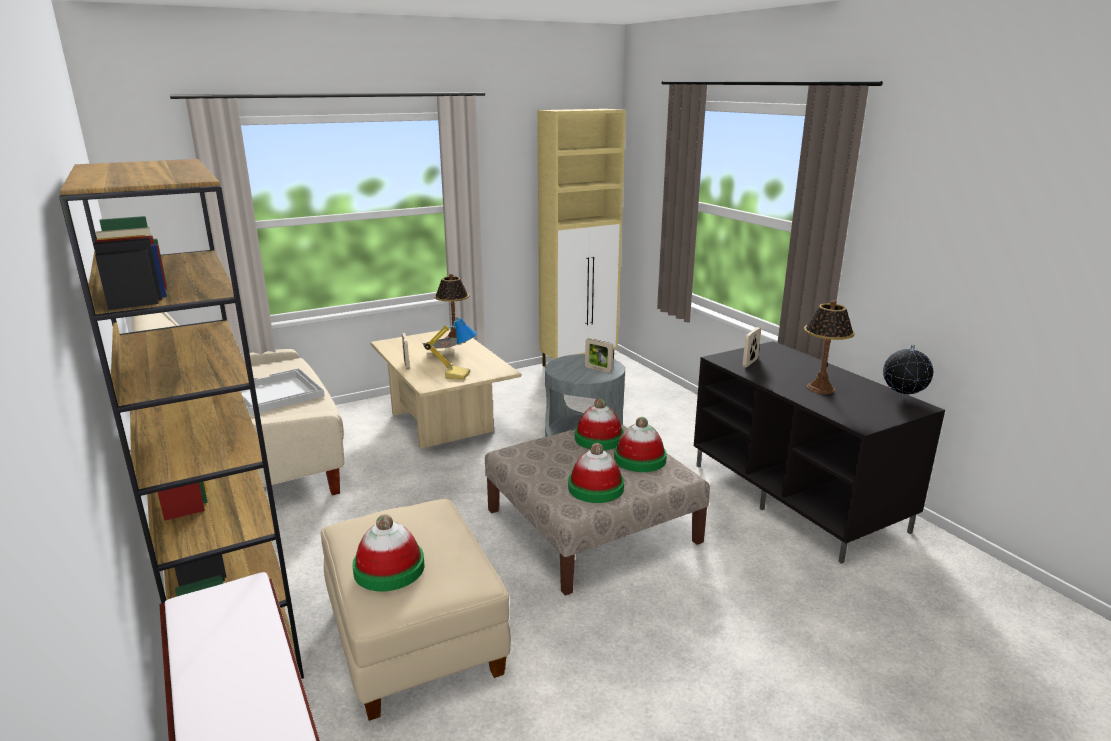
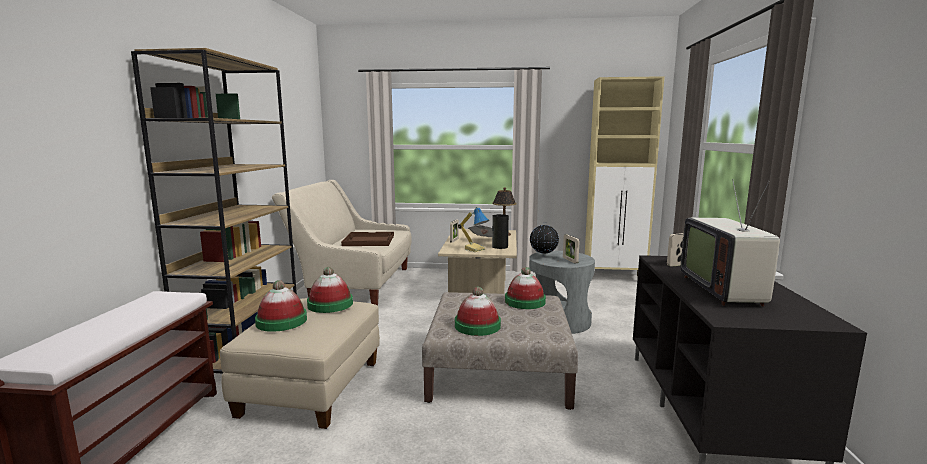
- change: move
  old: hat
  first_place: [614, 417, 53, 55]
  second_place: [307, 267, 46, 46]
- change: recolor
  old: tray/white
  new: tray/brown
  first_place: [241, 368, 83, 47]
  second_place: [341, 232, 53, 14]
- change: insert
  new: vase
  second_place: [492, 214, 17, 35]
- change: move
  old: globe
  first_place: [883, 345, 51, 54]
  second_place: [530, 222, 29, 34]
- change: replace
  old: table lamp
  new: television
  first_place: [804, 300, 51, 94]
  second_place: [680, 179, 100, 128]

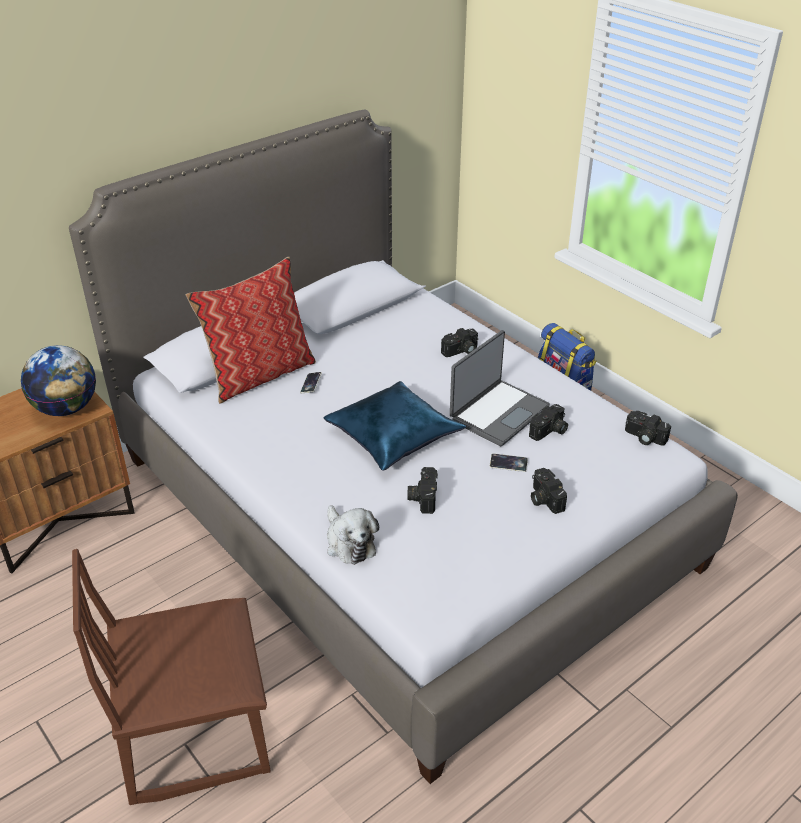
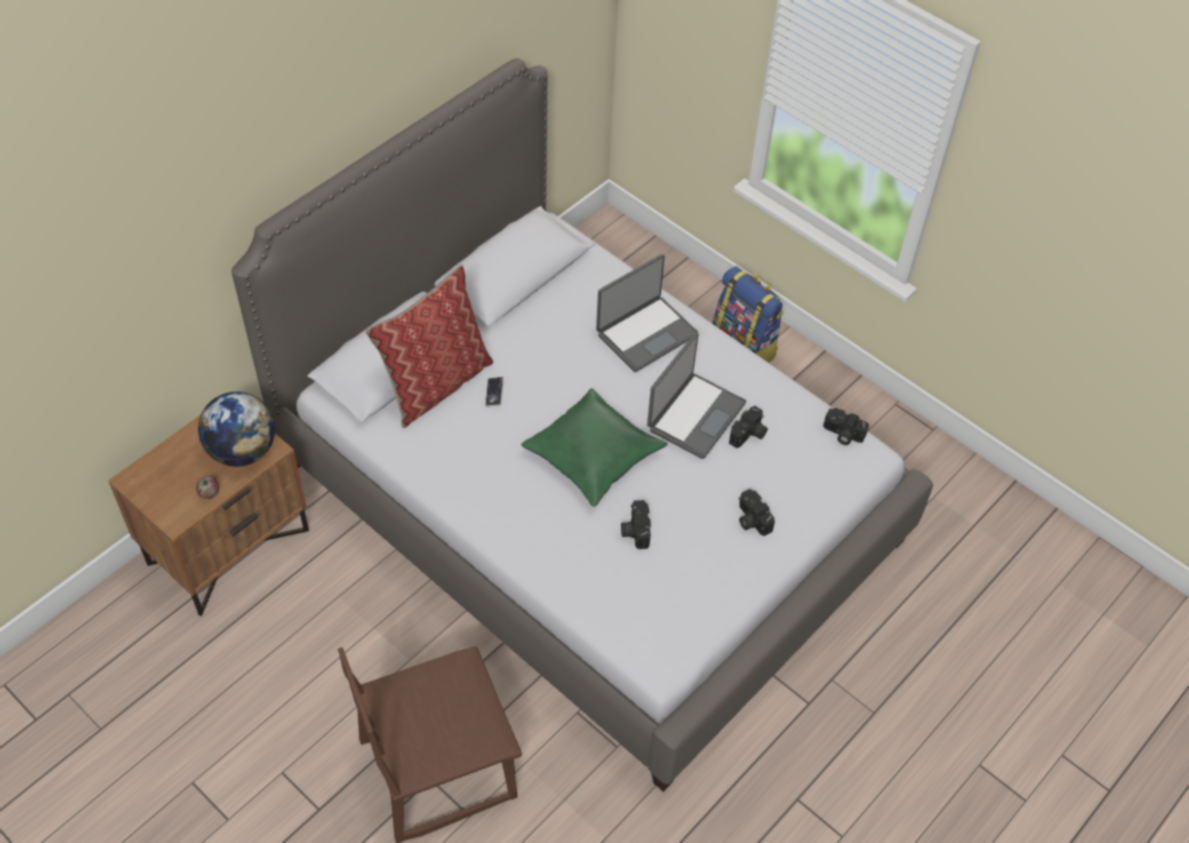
- change: insert
  new: apple
  second_place: [196, 476, 23, 23]
- change: recolor
  old: pillow/blue
  new: pillow/green
  first_place: [324, 381, 142, 90]
  second_place: [521, 388, 146, 119]
- change: replace
  old: photo camera
  new: laptop
  first_place: [441, 328, 37, 29]
  second_place: [596, 254, 102, 118]
- change: delete
  old: plush toy
  first_place: [327, 505, 52, 60]
- change: delete
  old: phone
  first_place: [490, 453, 38, 19]

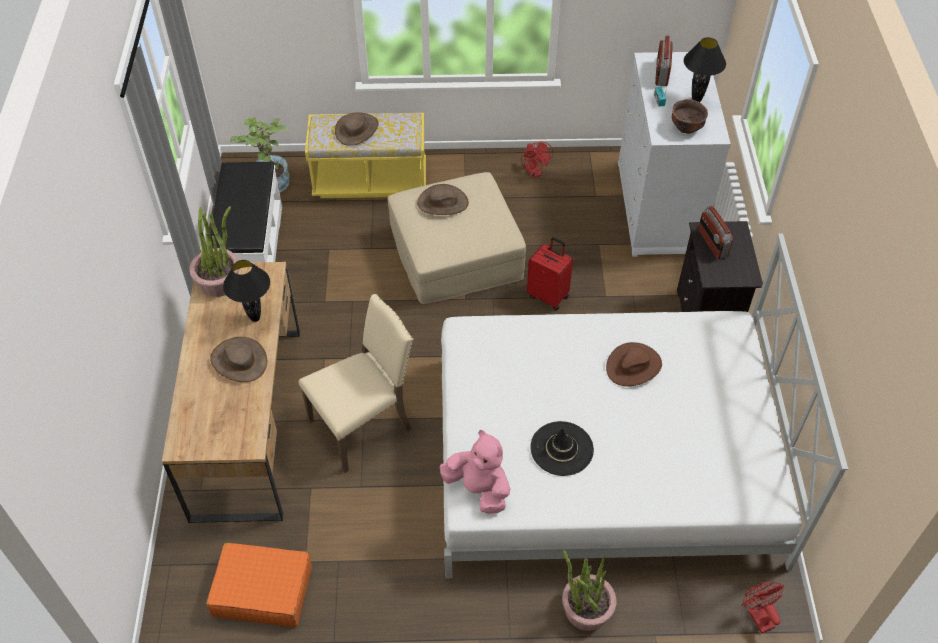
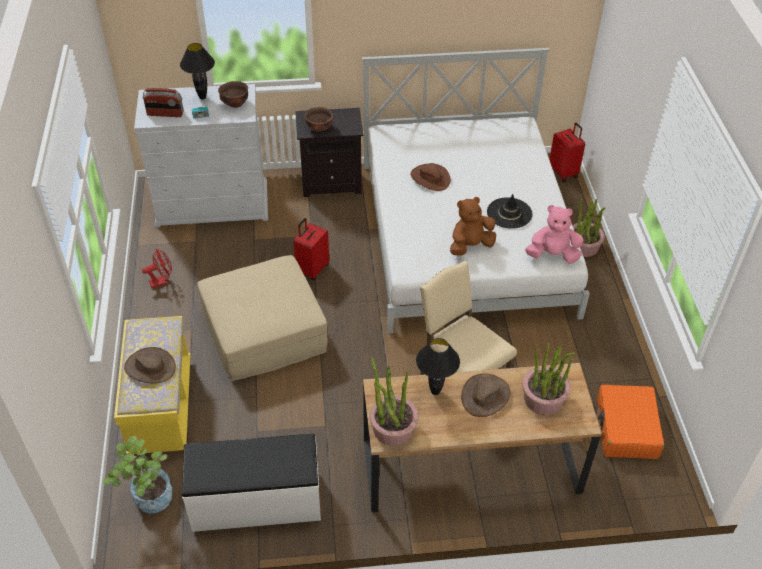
- change: replace
  old: radio
  new: bowl/brown
  first_place: [698, 206, 35, 53]
  second_place: [304, 107, 29, 25]
- change: insert
  new: plush toy/brown
  second_place: [450, 197, 46, 59]
- change: insert
  new: potted plant
  second_place: [522, 343, 53, 72]
- change: rotate
  old: plush toy/pink
  first_place: [440, 430, 70, 84]
  second_place: [525, 205, 59, 59]
  degrees: 60
- change: replace
  old: fan/red
  new: suitcase/red
  first_place: [742, 581, 42, 53]
  second_place: [549, 123, 36, 59]
- change: delete
  old: hat/brown
  first_place: [417, 184, 52, 31]

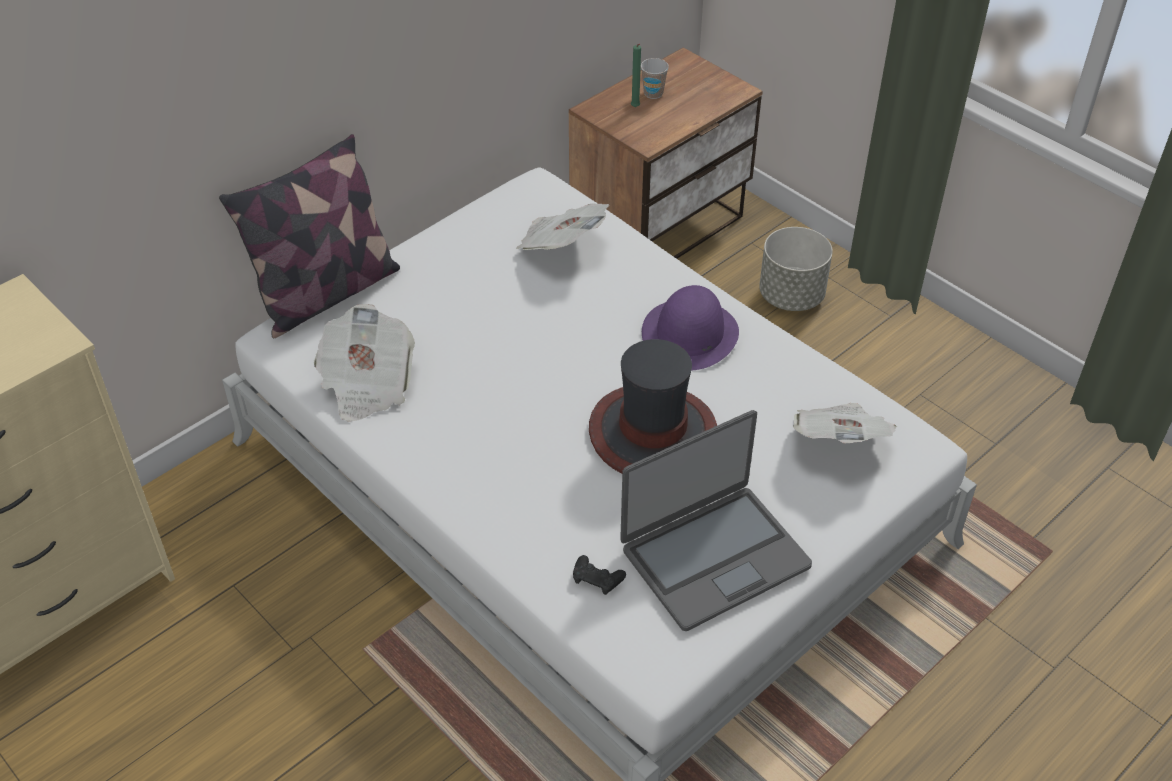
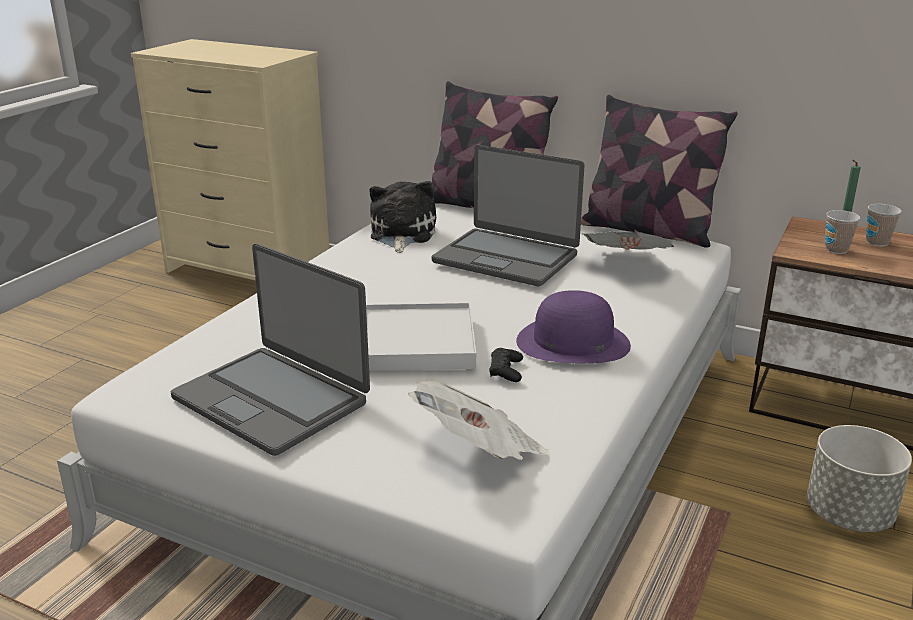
- change: replace
  old: hat
  new: tray/white
  first_place: [589, 339, 128, 134]
  second_place: [366, 303, 110, 68]
- change: replace
  old: newspaper
  new: plush toy
  first_place: [314, 304, 101, 118]
  second_place: [370, 181, 66, 72]
- change: insert
  new: laptop
  second_place: [432, 145, 153, 141]
- change: move
  old: game controller/black
  first_place: [573, 555, 53, 40]
  second_place: [489, 348, 34, 34]
- change: insert
  new: pillow
  second_place: [581, 95, 157, 153]
- change: insert
  new: cup
  second_place: [825, 210, 35, 44]

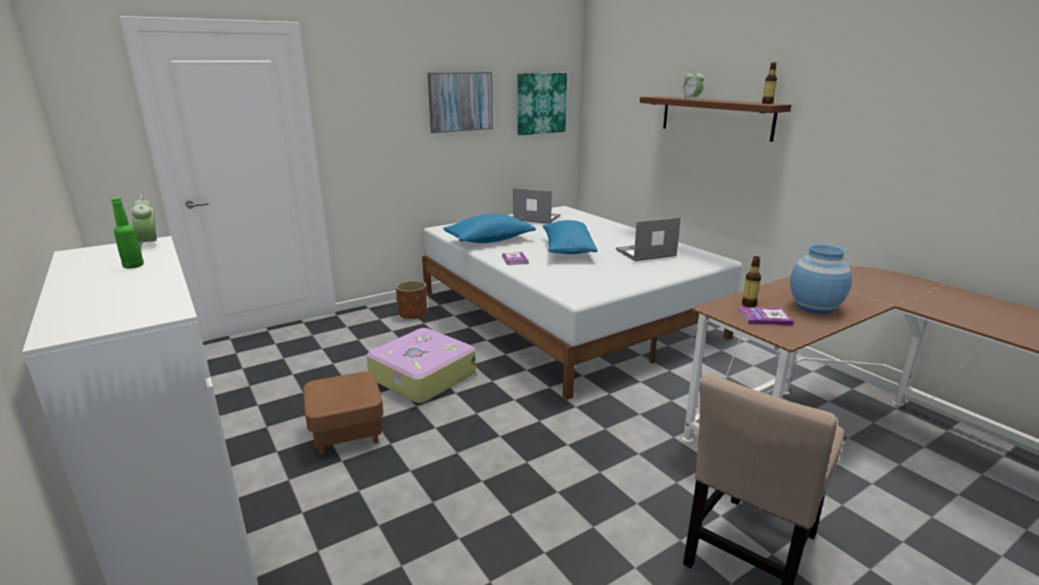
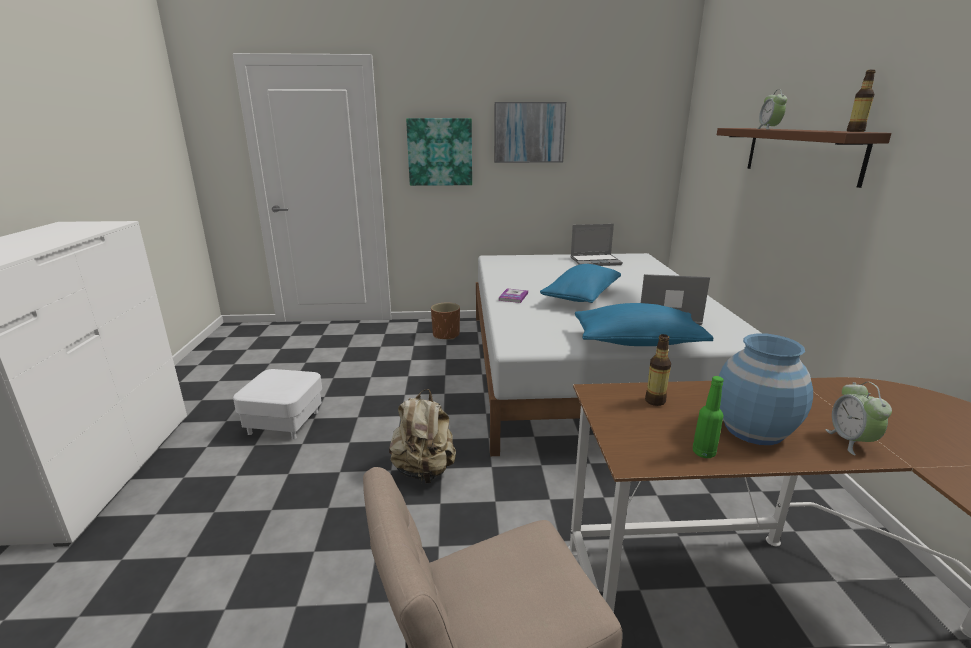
- change: recolor
  old: ottoman/brown
  new: ottoman/white
  first_place: [303, 372, 81, 83]
  second_place: [233, 369, 89, 70]
- change: insert
  new: backpack/beige
  second_place: [389, 389, 67, 95]
- change: move
  old: picture
  first_place: [517, 73, 50, 62]
  second_place: [406, 118, 66, 68]
- change: rotate
  old: laptop
  first_place: [513, 188, 47, 36]
  second_place: [571, 224, 52, 42]
  degrees: 120
- change: move
  old: pillow/blue
  first_place: [443, 214, 93, 29]
  second_place: [575, 303, 138, 43]
- change: move
  old: bottle/green
  first_place: [111, 197, 33, 72]
  second_place: [693, 376, 31, 82]
- change: move
  old: alarm clock
  first_place: [132, 195, 25, 54]
  second_place: [825, 382, 67, 73]
- change: delete
  old: suitcase
  first_place: [367, 328, 109, 75]
- change: delete
  old: book
  first_place: [739, 307, 55, 18]

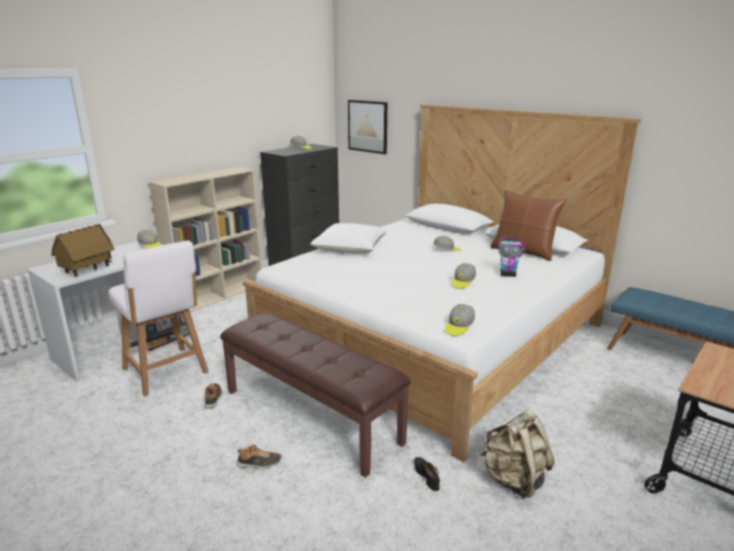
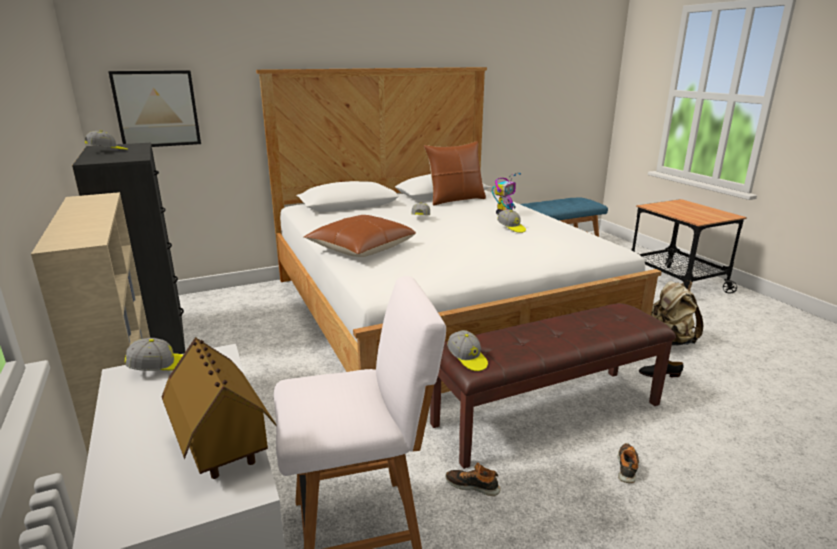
- change: recolor
  old: pillow/white
  new: pillow/brown
  first_place: [310, 223, 77, 30]
  second_place: [304, 215, 112, 42]
- change: move
  old: cap
  first_place: [445, 304, 30, 32]
  second_place: [447, 330, 41, 41]

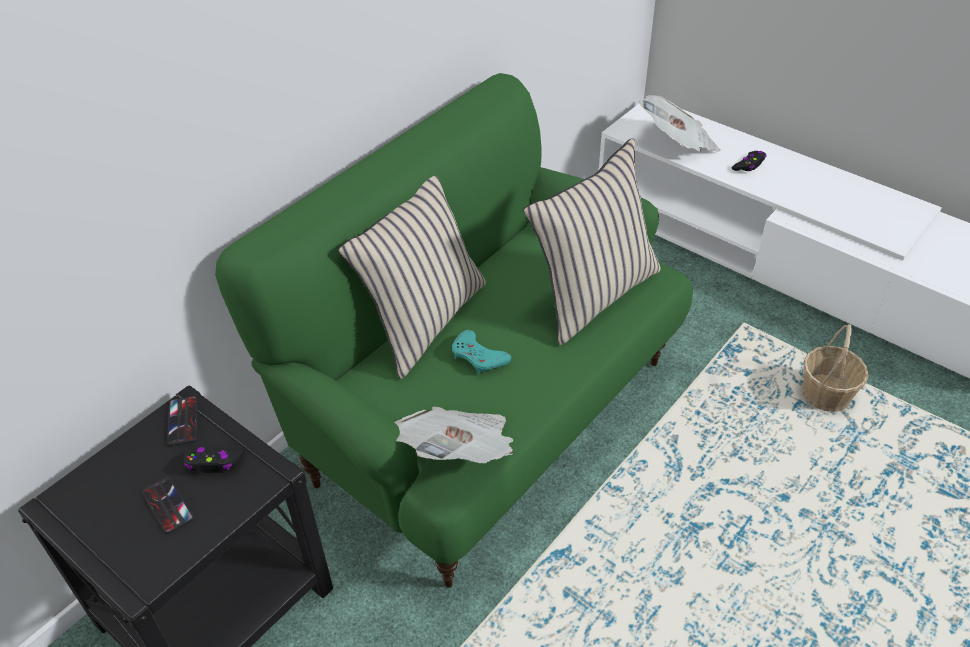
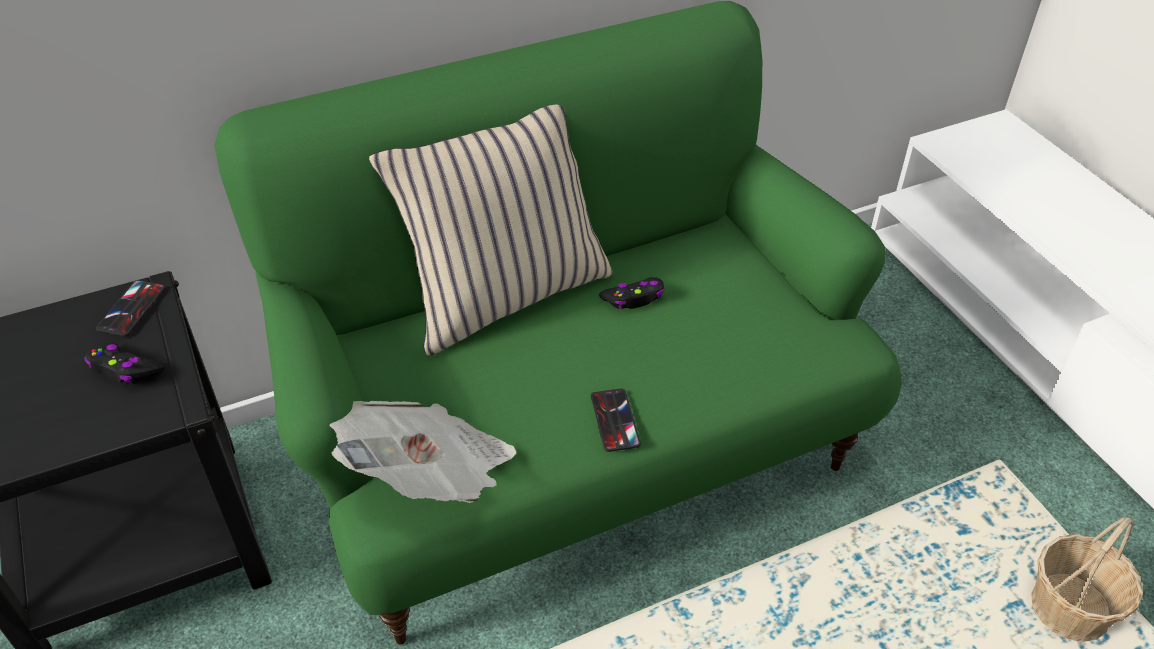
- change: move
  old: phone
  first_place: [142, 477, 52, 57]
  second_place: [591, 388, 50, 64]
- change: move
  old: game controller/black
  first_place: [732, 151, 34, 20]
  second_place: [599, 277, 66, 32]
- change: delete
  old: game controller/turquoise
  first_place: [452, 330, 59, 44]
- change: delete
  old: pillow/beige
  first_place: [523, 138, 138, 207]
- change: delete
  old: newspaper
  first_place: [639, 95, 82, 57]

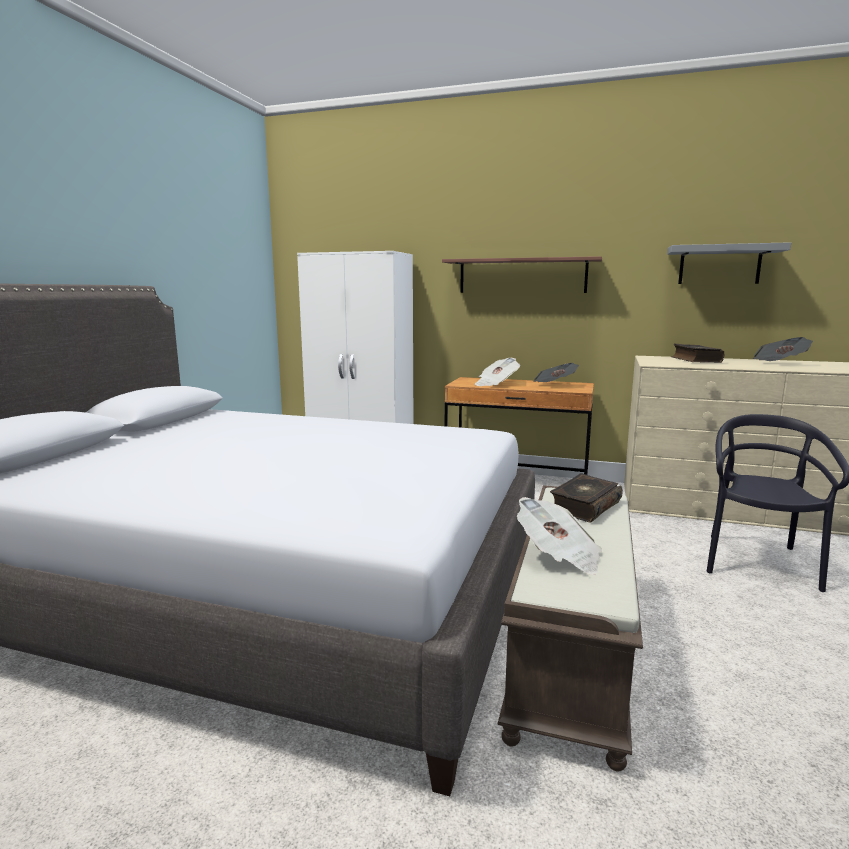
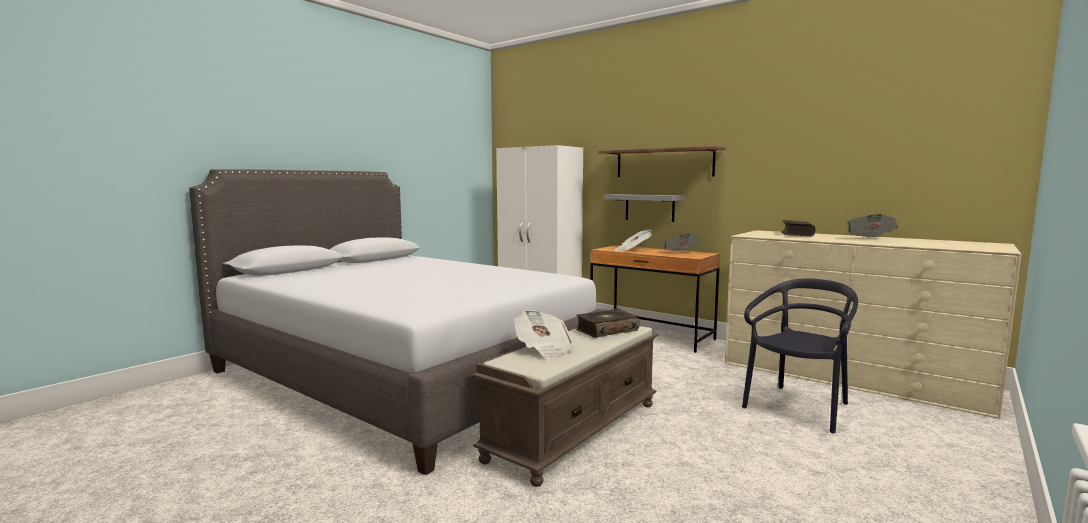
- change: move
  old: shelf/grey
  first_place: [667, 242, 124, 42]
  second_place: [604, 194, 81, 28]

